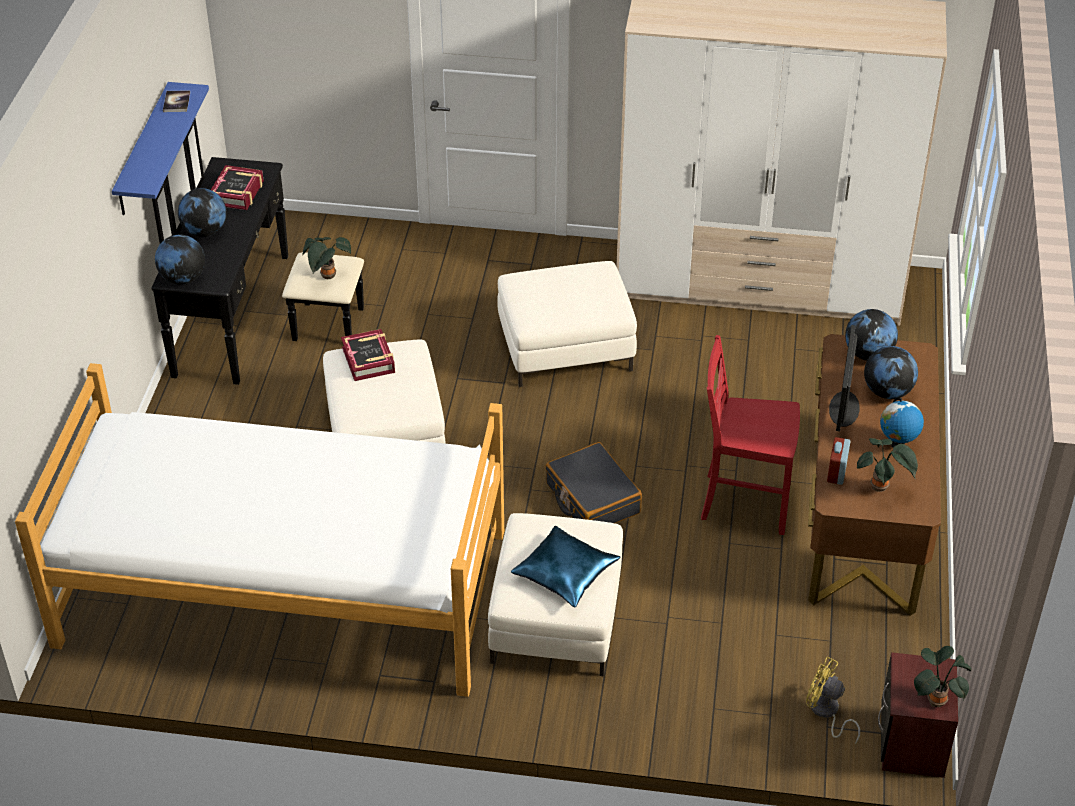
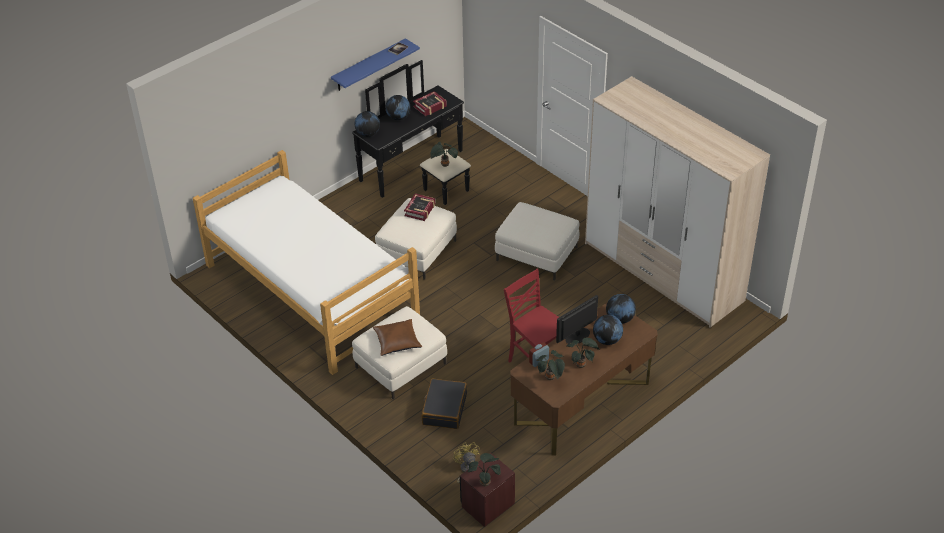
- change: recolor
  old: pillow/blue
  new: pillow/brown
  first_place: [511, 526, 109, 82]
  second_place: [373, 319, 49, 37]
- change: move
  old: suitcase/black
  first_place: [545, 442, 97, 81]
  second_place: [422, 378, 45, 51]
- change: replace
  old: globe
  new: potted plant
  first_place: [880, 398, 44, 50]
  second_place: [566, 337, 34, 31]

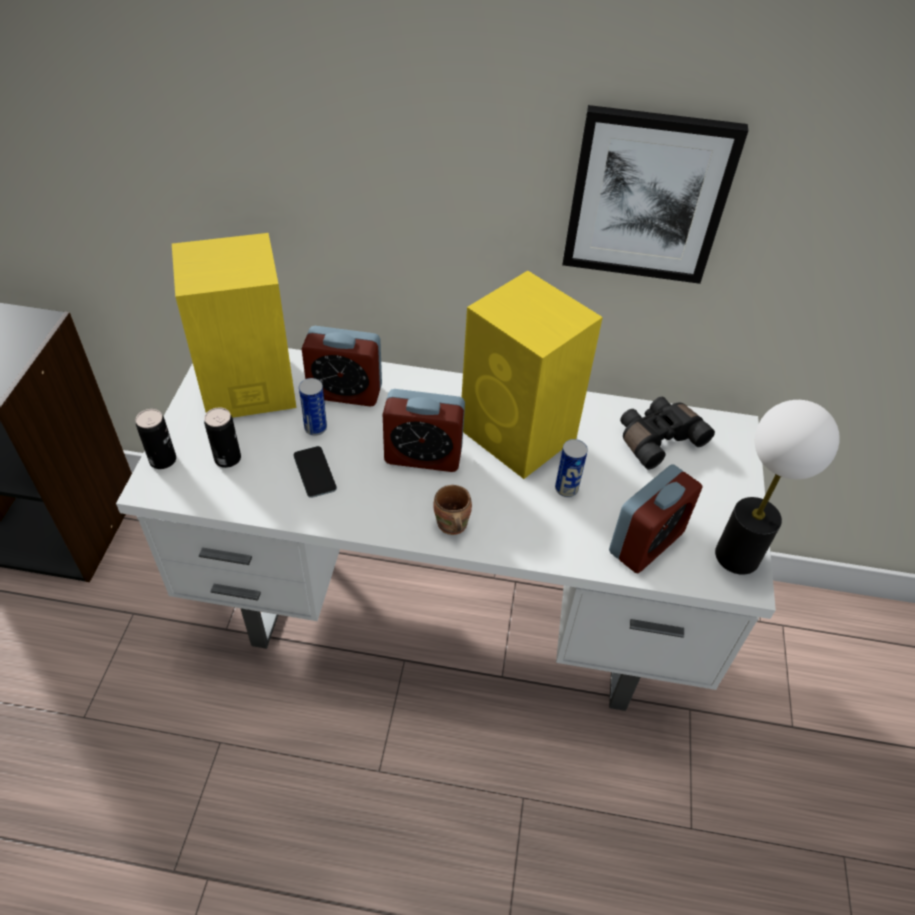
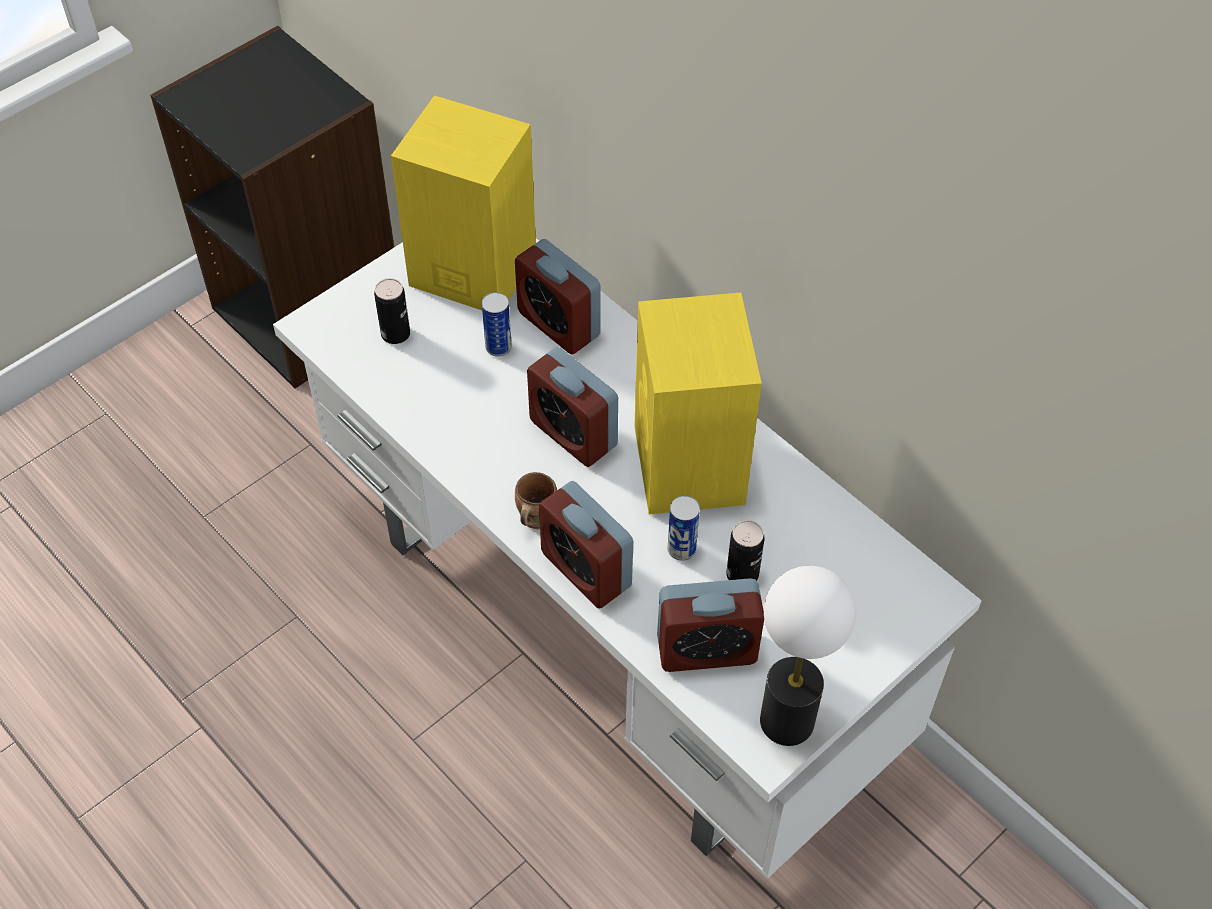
- change: insert
  new: alarm clock
  second_place: [539, 481, 94, 128]
- change: move
  old: can
  first_place: [136, 409, 40, 60]
  second_place: [726, 520, 39, 61]
- change: delete
  old: phone
  first_place: [293, 446, 44, 52]
- change: delete
  old: picture
  first_place: [562, 105, 186, 179]
- change: delete
  old: binoculars/black
  first_place: [620, 397, 95, 72]

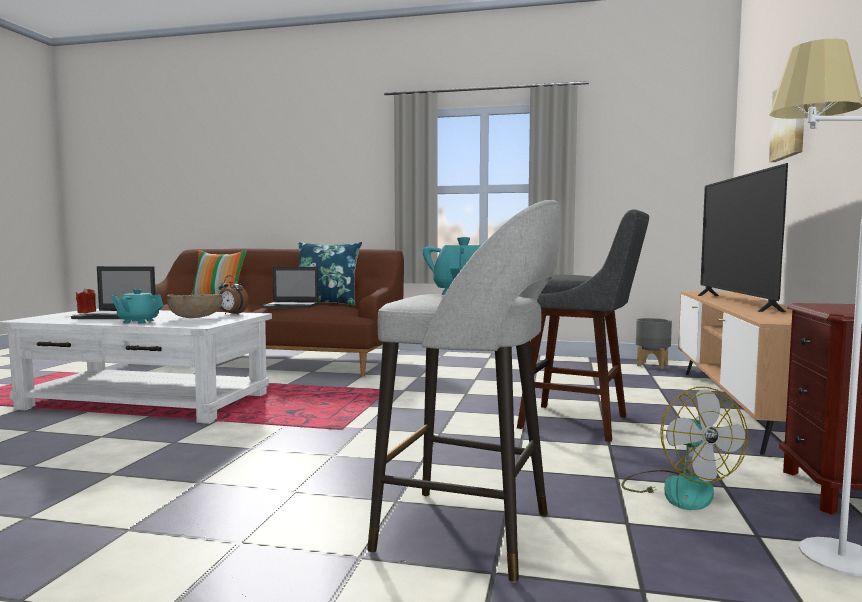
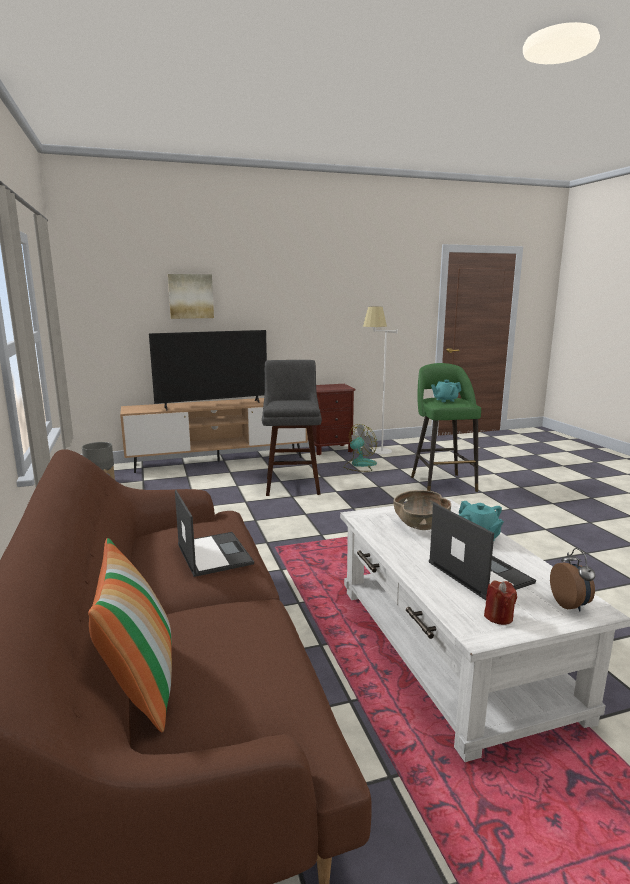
- change: recolor
  old: stool/grey
  new: stool/green
  first_place: [367, 200, 193, 383]
  second_place: [411, 363, 70, 129]
- change: move
  old: alarm clock
  first_place: [219, 276, 30, 39]
  second_place: [550, 548, 45, 64]
- change: delete
  old: pillow/blue
  first_place: [298, 242, 64, 63]

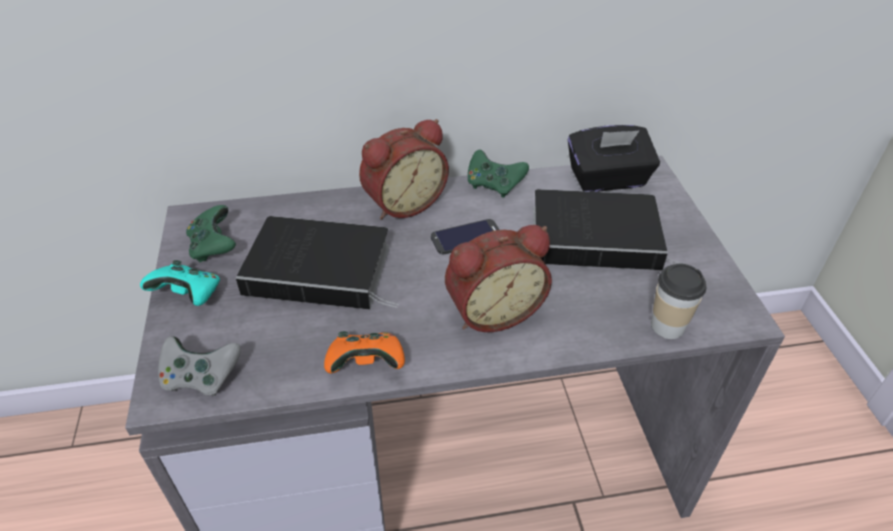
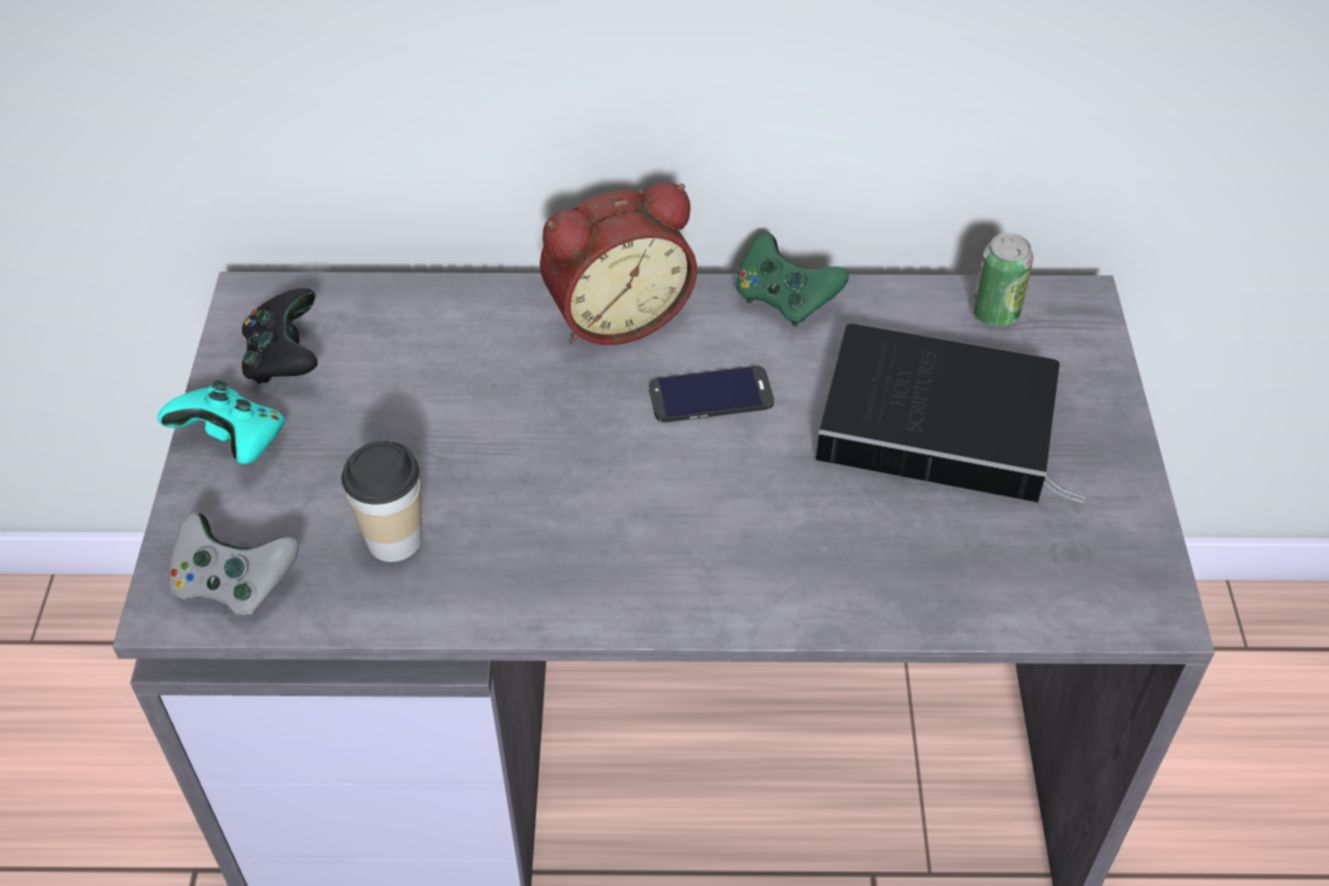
- change: recolor
  old: game controller/green
  new: game controller/black
  first_place: [186, 205, 50, 57]
  second_place: [242, 288, 76, 96]
- change: move
  old: cup
  first_place: [651, 264, 55, 75]
  second_place: [342, 441, 80, 121]
- change: replace
  old: tissue box/black
  new: can
  first_place: [568, 125, 92, 67]
  second_place: [973, 233, 60, 94]
- change: delete
  old: book
  first_place: [236, 216, 163, 94]
- change: delete
  old: game controller/orange
  first_place: [324, 331, 81, 42]
- change: delete
  old: alarm clock
  first_place: [445, 225, 107, 107]

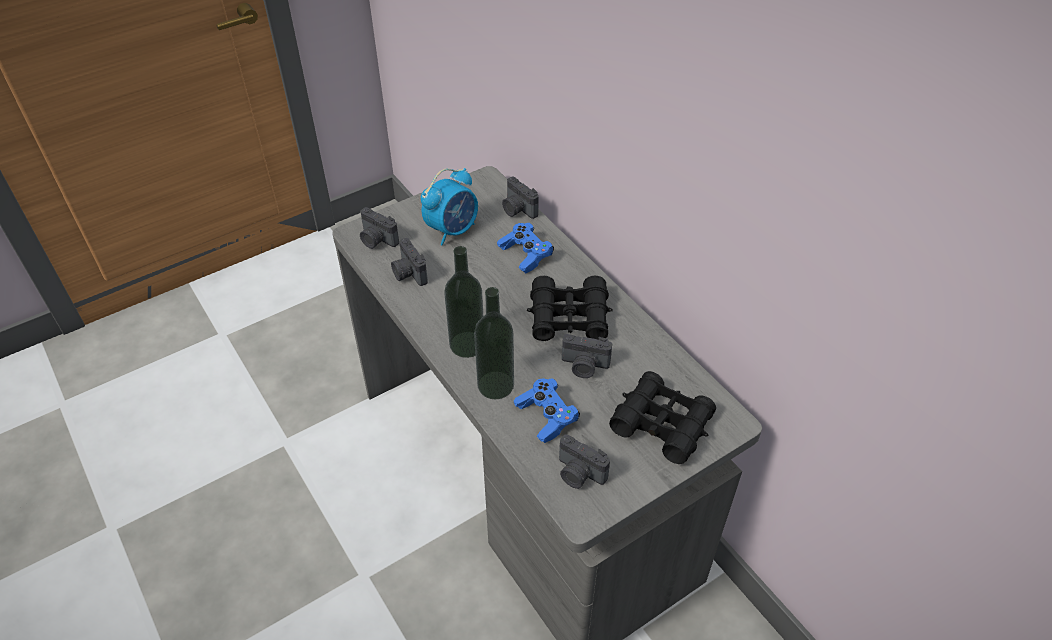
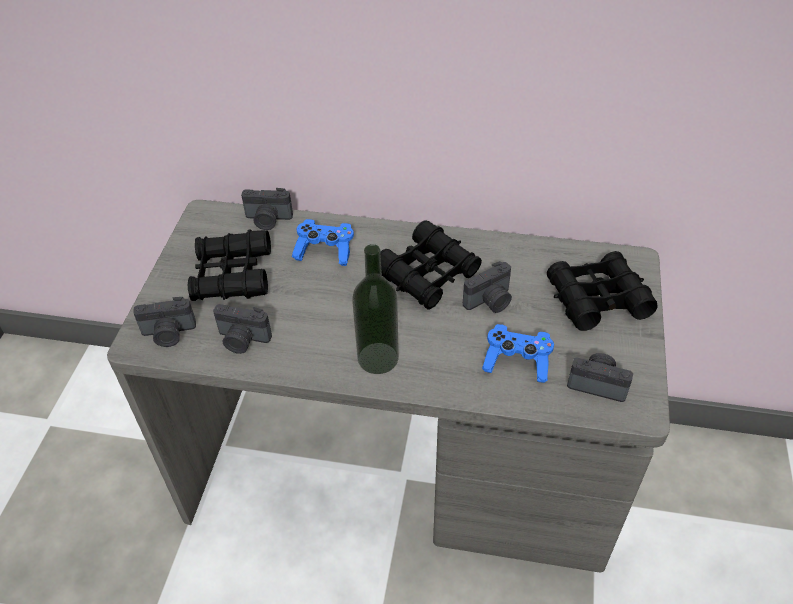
- change: replace
  old: alarm clock
  new: binoculars/black
  first_place: [421, 168, 57, 78]
  second_place: [188, 229, 83, 72]
- change: rotate
  old: photo camera
  first_place: [559, 434, 51, 55]
  second_place: [567, 353, 66, 49]
  degrees: -150
- change: delete
  old: bottle
  first_place: [474, 287, 40, 112]

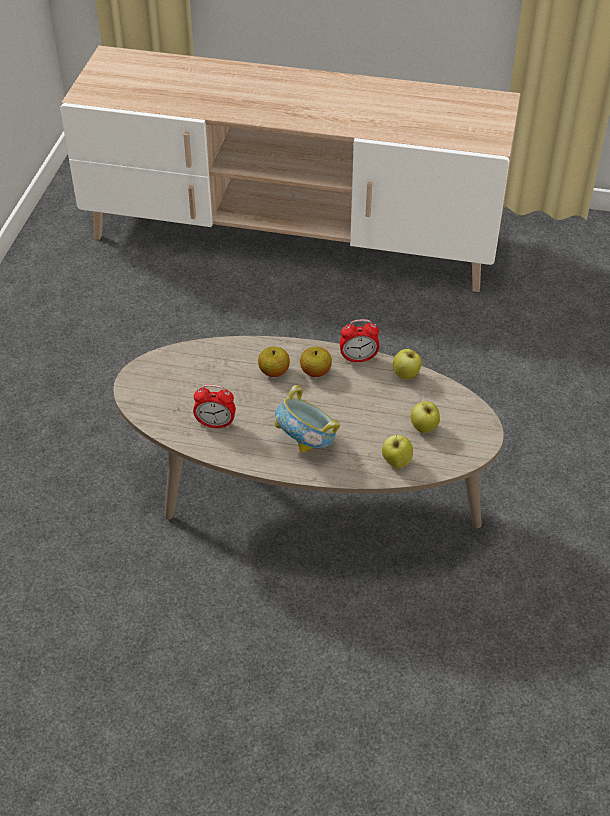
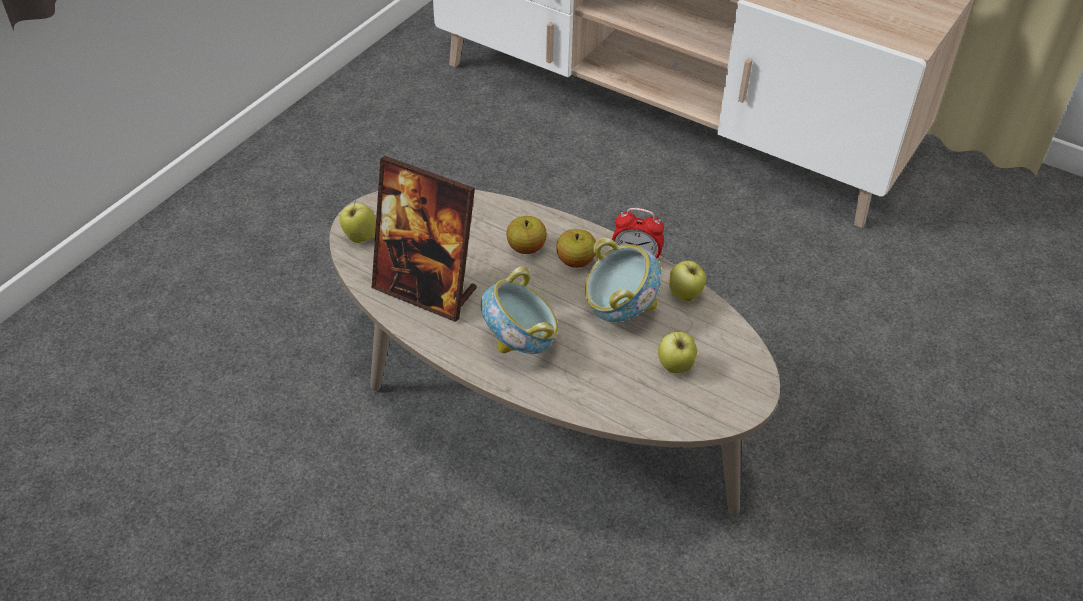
- change: move
  old: apple
  first_place: [382, 434, 31, 35]
  second_place: [340, 201, 36, 42]
- change: replace
  old: alarm clock
  new: picture frame
  first_place: [193, 385, 43, 43]
  second_place: [372, 156, 105, 166]
- change: insert
  new: bowl
  second_place: [585, 238, 77, 84]

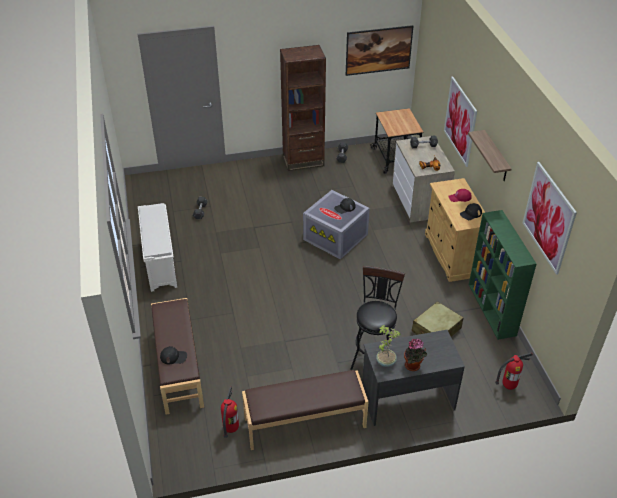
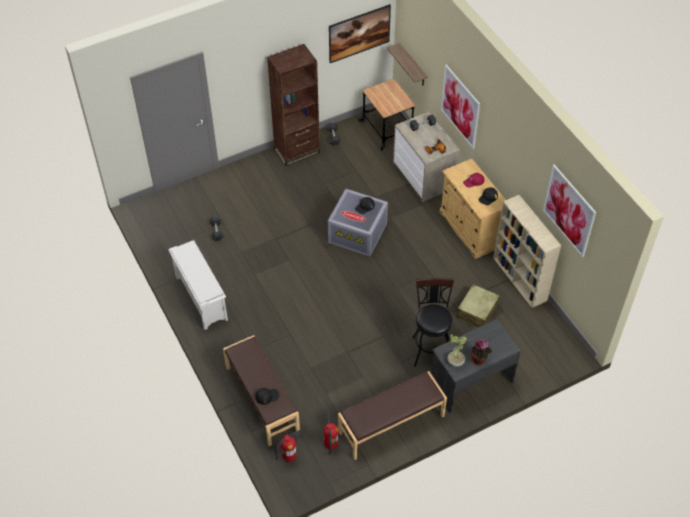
- change: move
  old: fire extinguisher
  first_place: [495, 353, 38, 37]
  second_place: [275, 430, 27, 32]
- change: move
  old: shelf
  first_place: [468, 130, 44, 51]
  second_place: [387, 43, 41, 42]
- change: recolor
  old: bookcase/green
  new: bookcase/beige
  first_place: [469, 210, 67, 130]
  second_place: [493, 195, 68, 113]

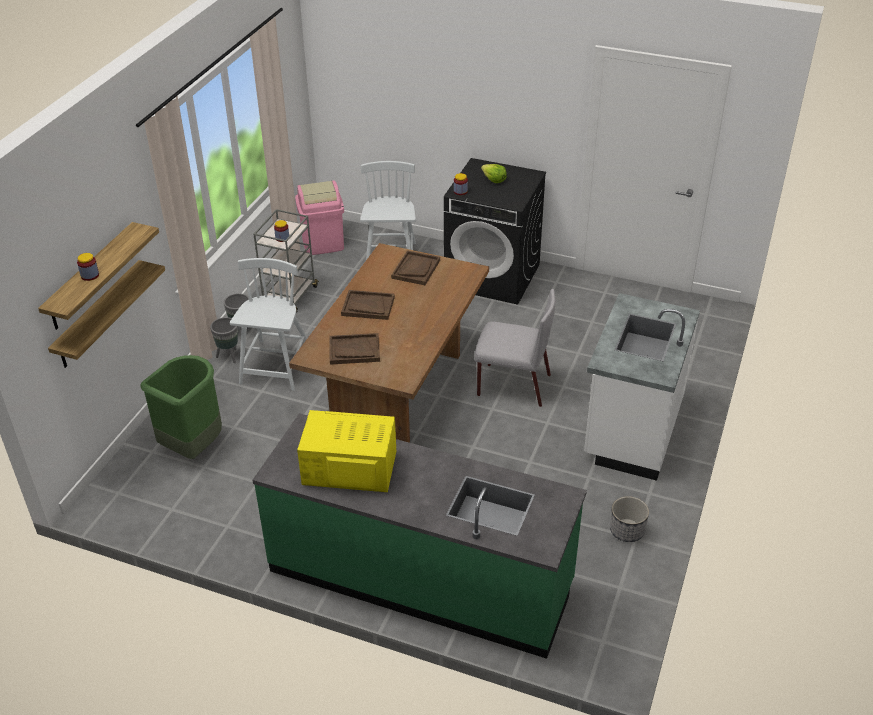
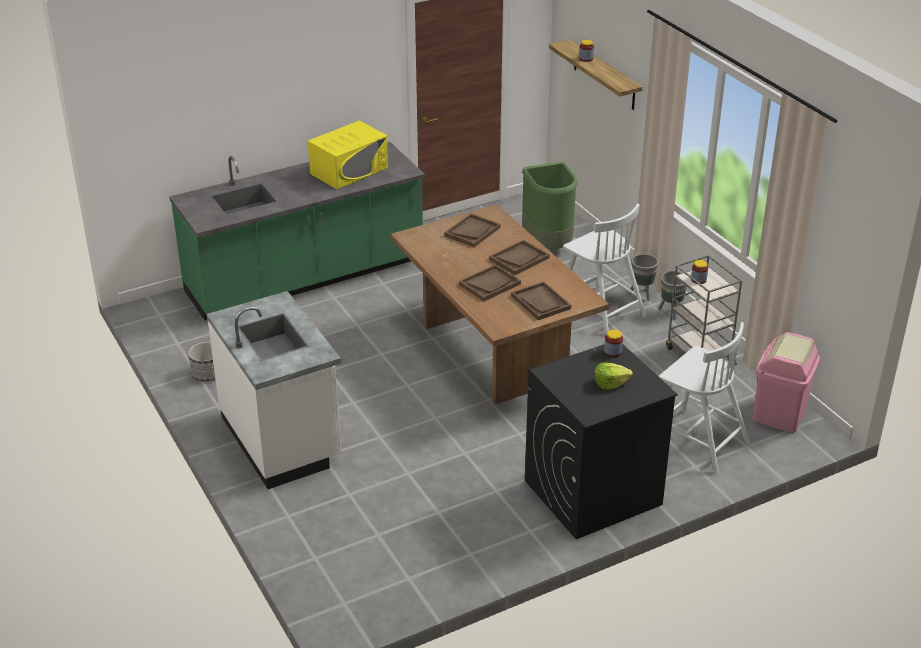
- change: insert
  new: tray/brown
  second_place: [459, 264, 62, 37]
- change: delete
  old: shelf
  first_place: [48, 260, 117, 108]
- change: delete
  old: chair/grey
  first_place: [475, 289, 80, 118]

